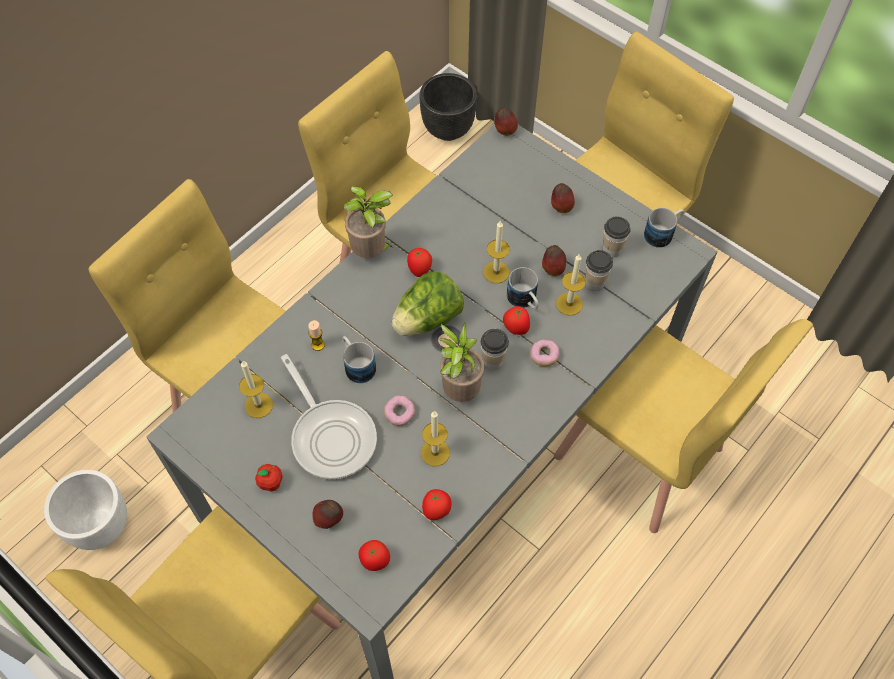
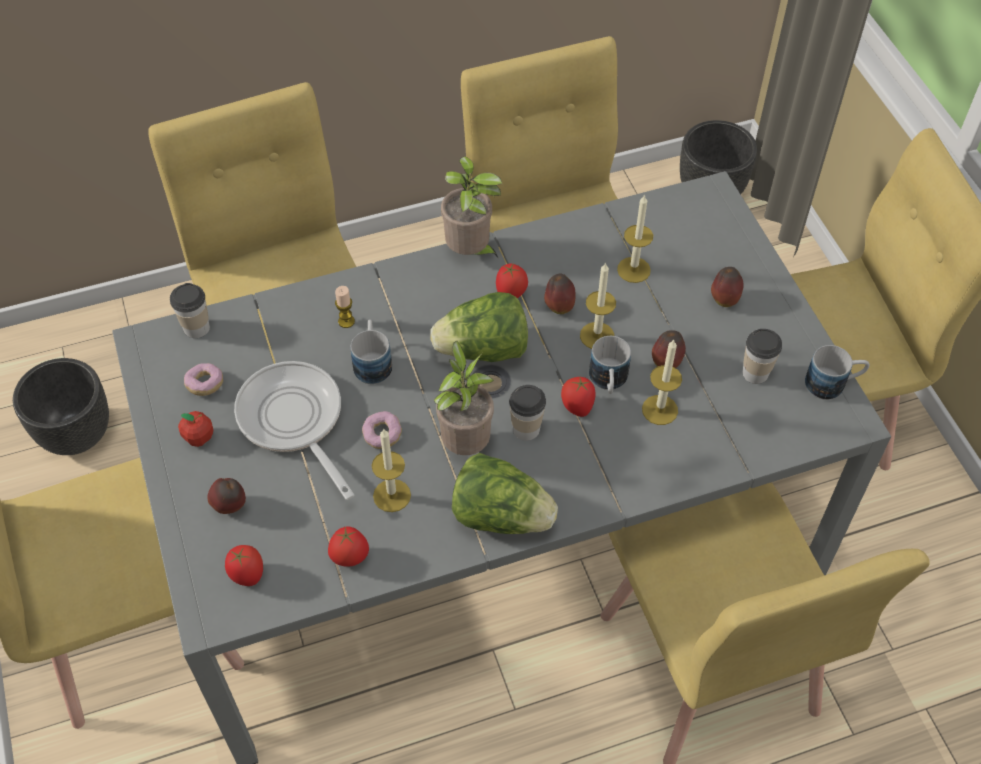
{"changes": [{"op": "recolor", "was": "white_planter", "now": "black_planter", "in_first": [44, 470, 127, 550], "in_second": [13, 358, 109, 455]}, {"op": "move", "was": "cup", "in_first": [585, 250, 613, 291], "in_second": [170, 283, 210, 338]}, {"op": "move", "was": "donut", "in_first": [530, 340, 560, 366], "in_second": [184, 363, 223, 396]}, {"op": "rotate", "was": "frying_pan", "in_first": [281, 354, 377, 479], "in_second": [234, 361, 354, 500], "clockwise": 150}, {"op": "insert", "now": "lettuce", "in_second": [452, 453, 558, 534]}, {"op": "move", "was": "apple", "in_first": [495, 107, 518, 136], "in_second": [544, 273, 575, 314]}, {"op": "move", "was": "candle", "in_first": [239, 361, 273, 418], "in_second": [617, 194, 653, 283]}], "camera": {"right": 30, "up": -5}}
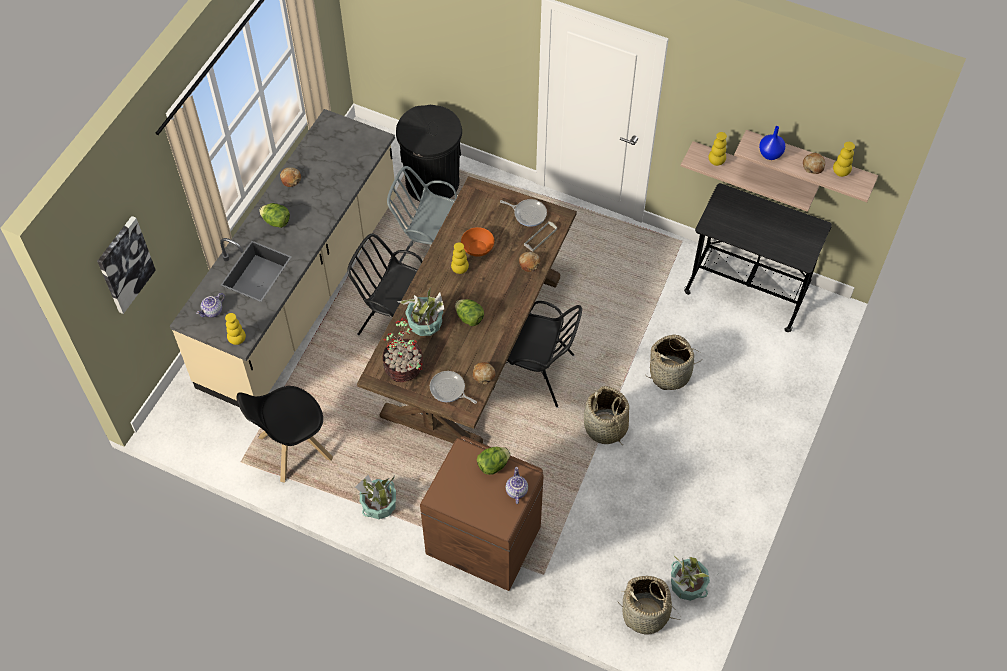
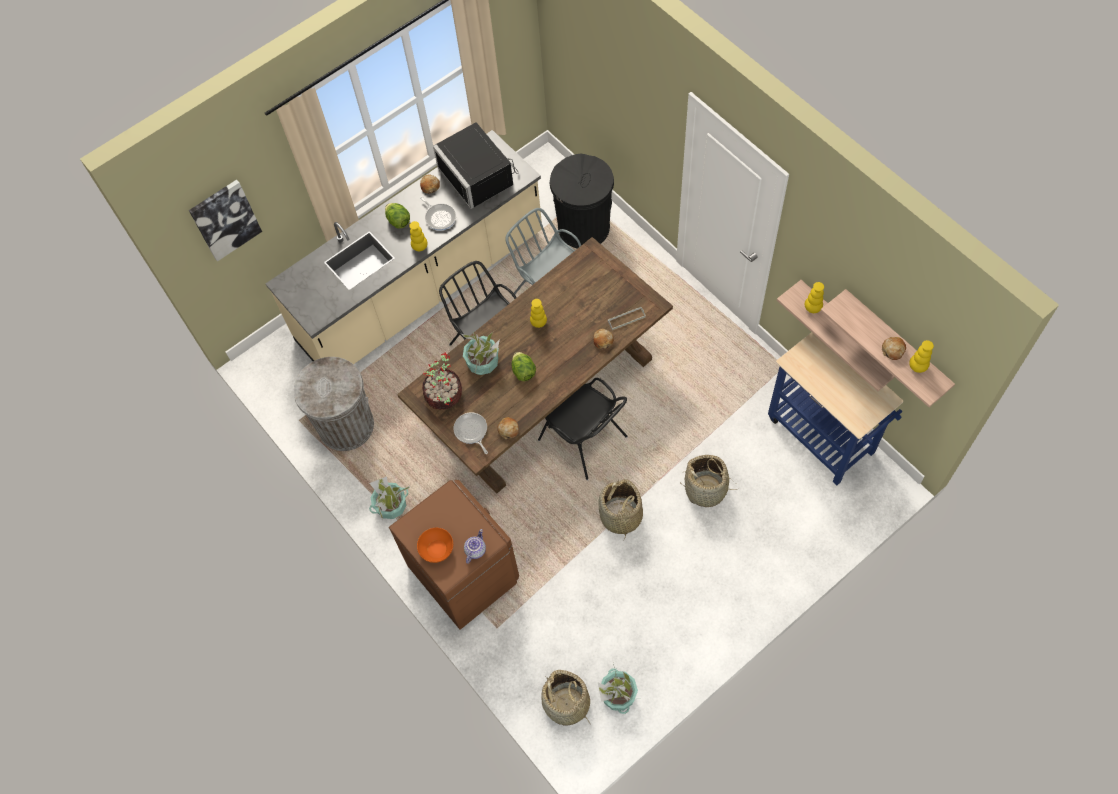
{"changes": [{"op": "replace", "was": "black_chair", "now": "grey_trash_can", "in_first": [237, 386, 333, 483], "in_second": [294, 357, 374, 451]}, {"op": "move", "was": "yellow_vase", "in_first": [225, 313, 246, 345], "in_second": [409, 221, 428, 251]}, {"op": "move", "was": "orange_bowl", "in_first": [461, 227, 494, 257], "in_second": [417, 528, 453, 563]}, {"op": "move", "was": "frying_pan", "in_first": [500, 199, 547, 227], "in_second": [420, 196, 456, 231]}, {"op": "insert", "now": "black_microwave", "in_second": [433, 122, 519, 209]}, {"op": "replace", "was": "black_desk", "now": "blue_cart", "in_first": [684, 183, 832, 332], "in_second": [768, 332, 903, 485]}, {"op": "delete", "was": "teapot", "in_first": [196, 293, 225, 318]}, {"op": "delete", "was": "lettuce", "in_first": [477, 447, 510, 475]}, {"op": "delete", "was": "blue_vase", "in_first": [759, 126, 785, 160]}], "camera": {"right": 30, "up": 5}}
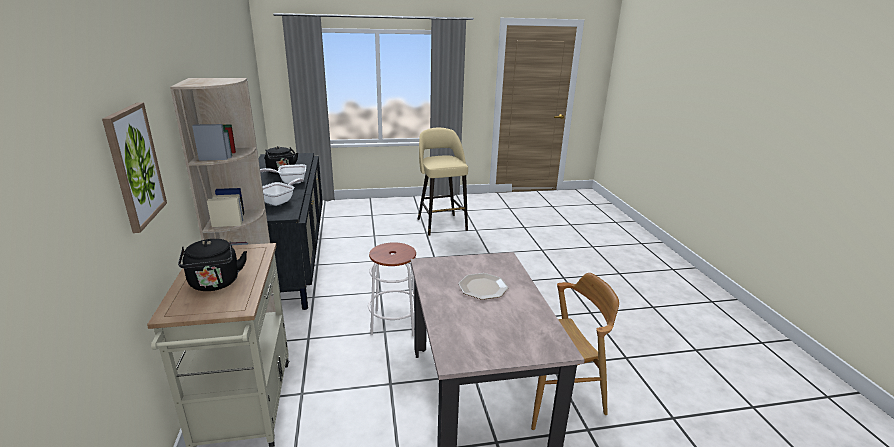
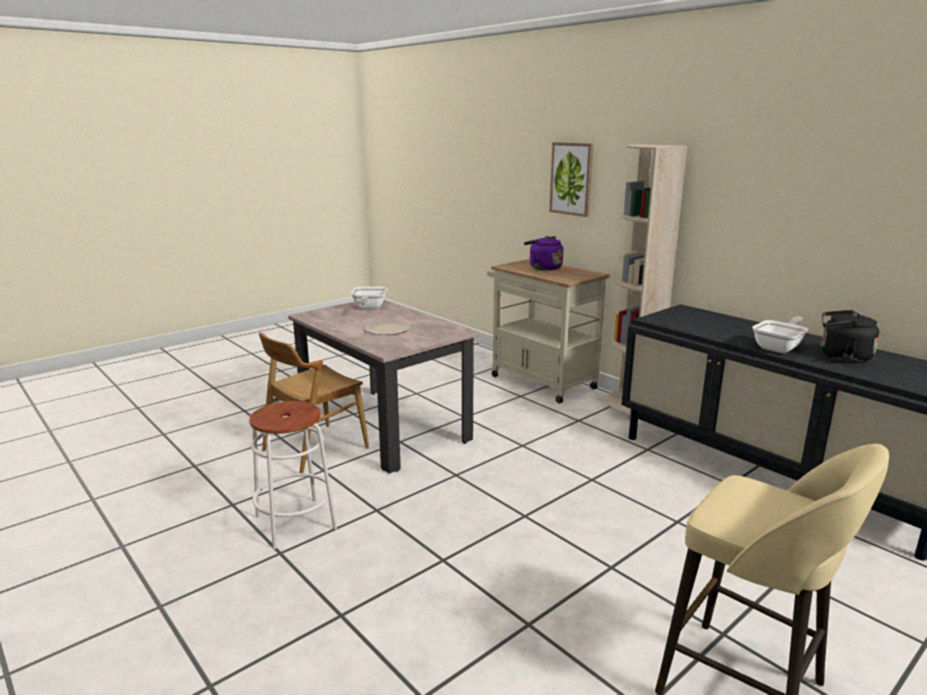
{"changes": [{"op": "move", "was": "white_stool", "in_first": [368, 242, 416, 336], "in_second": [249, 401, 337, 549]}, {"op": "move", "was": "frying_pan", "in_first": [262, 178, 304, 206], "in_second": [351, 287, 387, 309]}, {"op": "recolor", "was": "black_kettle", "now": "purple_kettle", "in_first": [178, 239, 247, 291], "in_second": [524, 236, 563, 271]}], "camera": {"right": 150, "up": -5}}
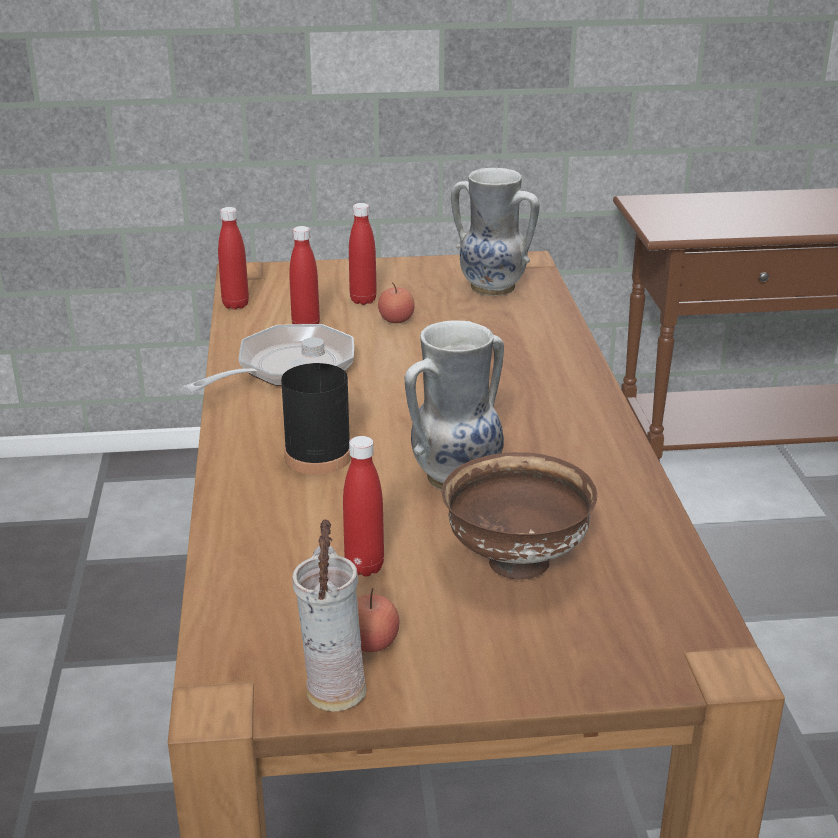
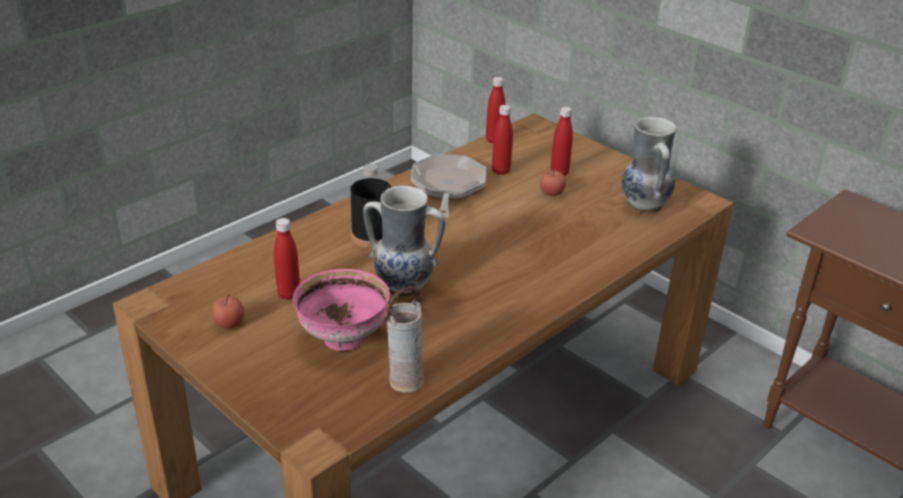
{"changes": [{"op": "recolor", "was": "brown_bowl", "now": "pink_bowl", "in_first": [442, 452, 597, 579], "in_second": [293, 269, 390, 351]}, {"op": "move", "was": "vase", "in_first": [292, 519, 366, 712], "in_second": [384, 285, 424, 392]}, {"op": "rotate", "was": "frying_pan", "in_first": [182, 324, 354, 393], "in_second": [411, 154, 486, 218], "clockwise": -90}], "camera": {"right": 50, "up": 5}}
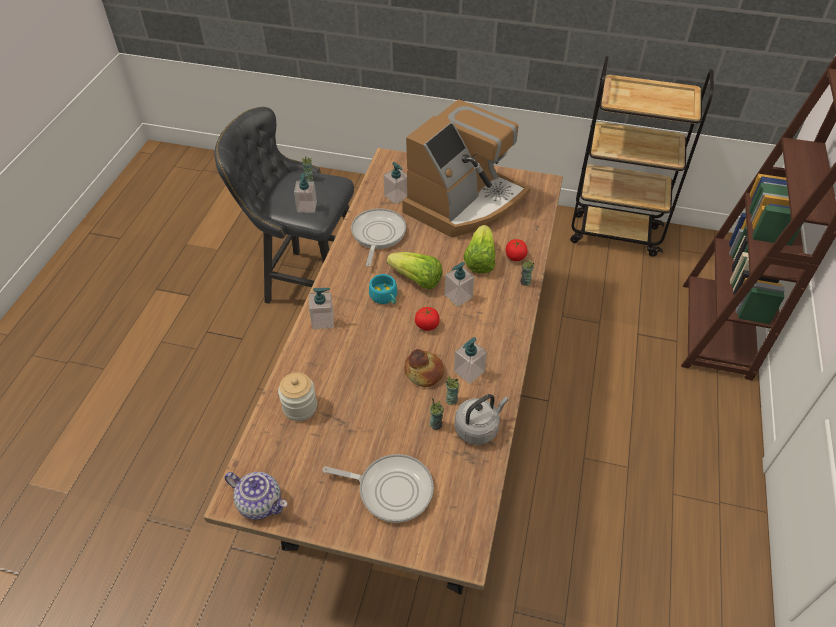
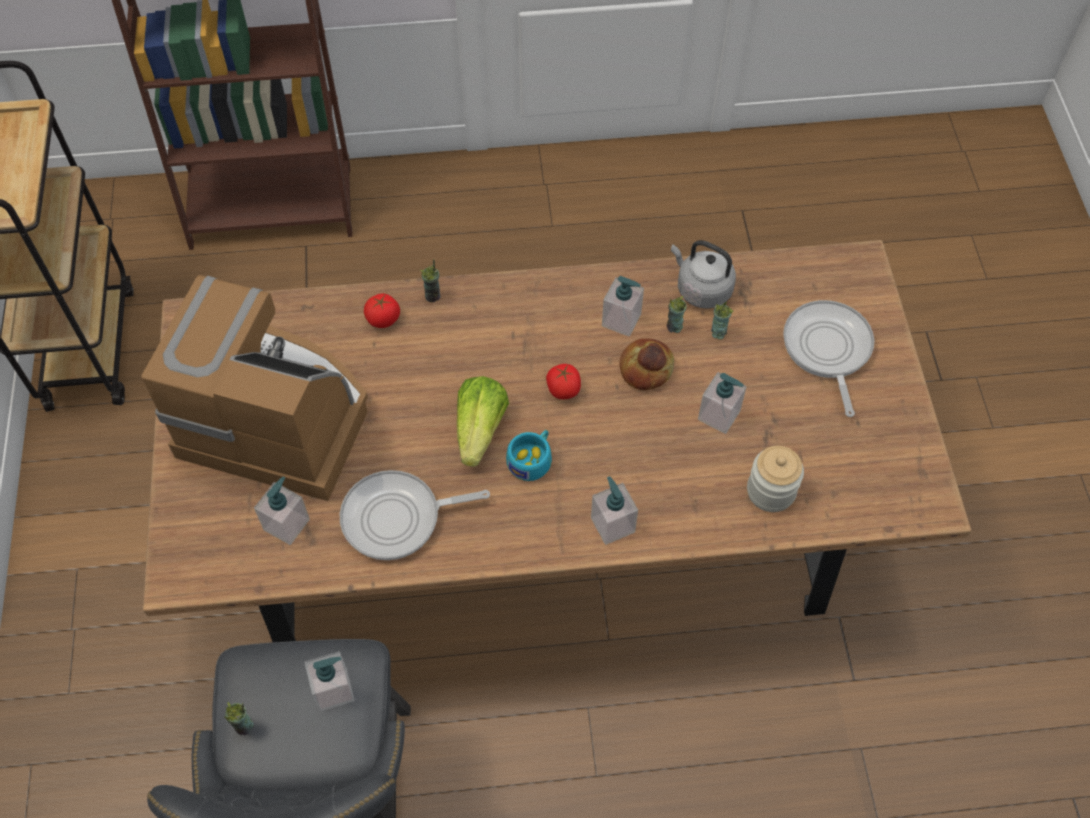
{"changes": [{"op": "move", "was": "soap_dispenser", "in_first": [445, 262, 474, 307], "in_second": [698, 372, 747, 434]}, {"op": "delete", "was": "teapot", "in_first": [224, 472, 287, 520]}, {"op": "delete", "was": "lettuce", "in_first": [463, 225, 495, 273]}], "camera": {"right": -110, "up": 10}}
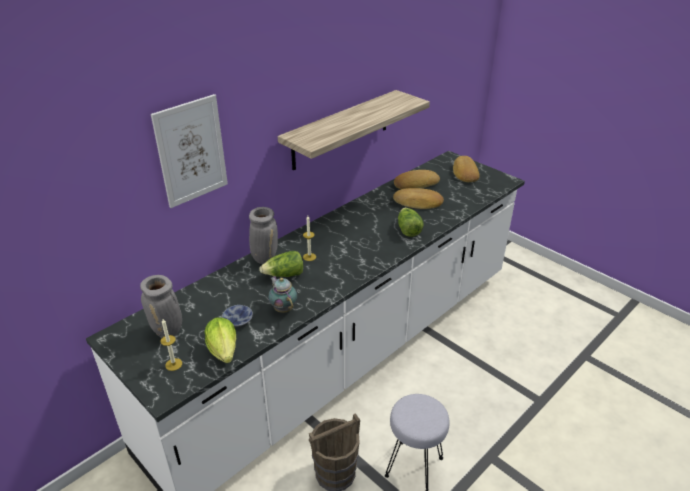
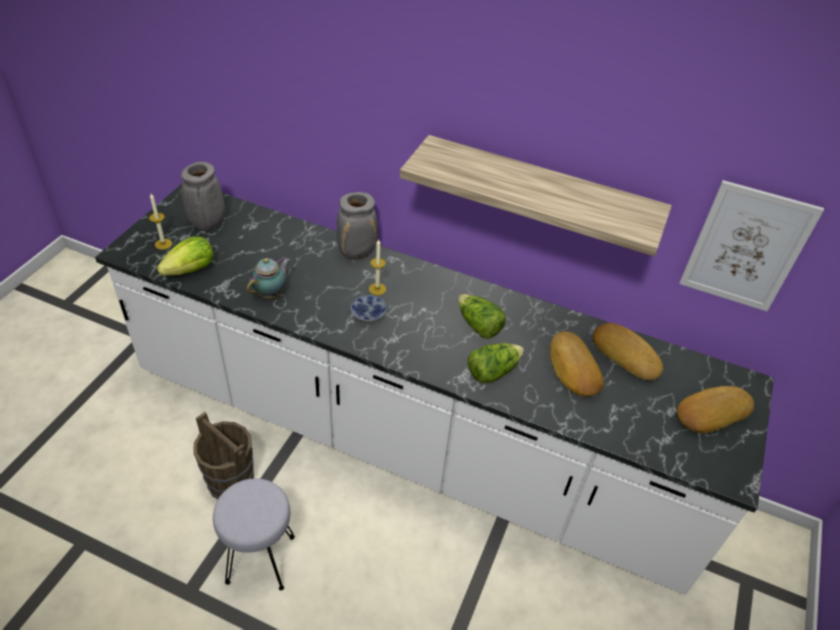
{"changes": [{"op": "move", "was": "bowl", "in_first": [222, 305, 253, 327], "in_second": [351, 295, 386, 322]}, {"op": "move", "was": "lettuce", "in_first": [259, 251, 303, 277], "in_second": [458, 294, 506, 339]}, {"op": "move", "was": "picture", "in_first": [151, 94, 228, 208], "in_second": [679, 180, 824, 311]}], "camera": {"right": 65, "up": 10}}
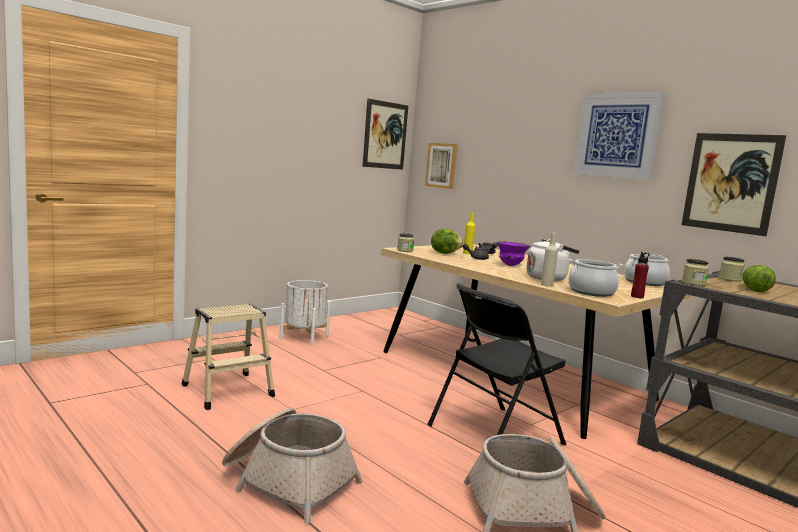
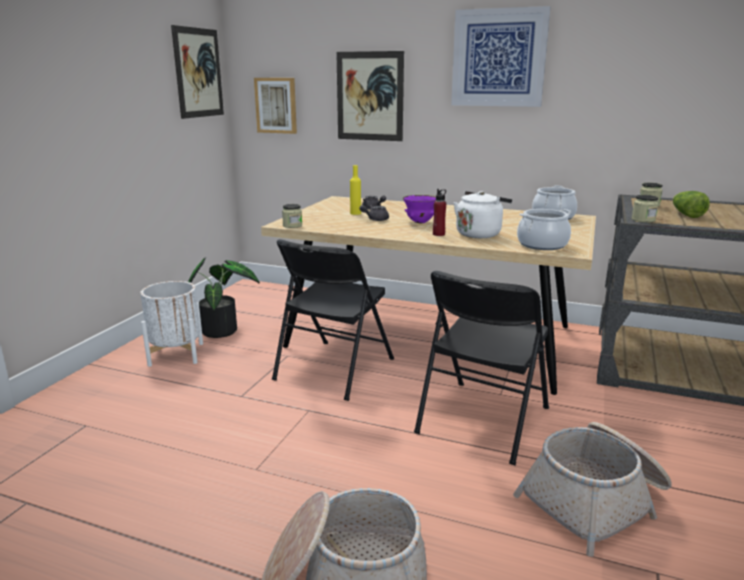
{"changes": [{"op": "insert", "now": "potted_plant", "in_second": [188, 257, 260, 338]}, {"op": "insert", "now": "black_chair", "in_second": [272, 239, 394, 401]}, {"op": "move", "was": "picture", "in_first": [681, 133, 786, 236], "in_second": [336, 51, 404, 141]}, {"op": "move", "was": "red_bottle", "in_first": [631, 252, 649, 298], "in_second": [433, 189, 446, 236]}, {"op": "delete", "was": "beige_step_ladder", "in_first": [182, 304, 275, 410]}, {"op": "delete", "was": "lettuce", "in_first": [431, 229, 464, 254]}, {"op": "delete", "was": "beige_bottle", "in_first": [541, 233, 558, 287]}], "camera": {"right": -25, "up": 10}}
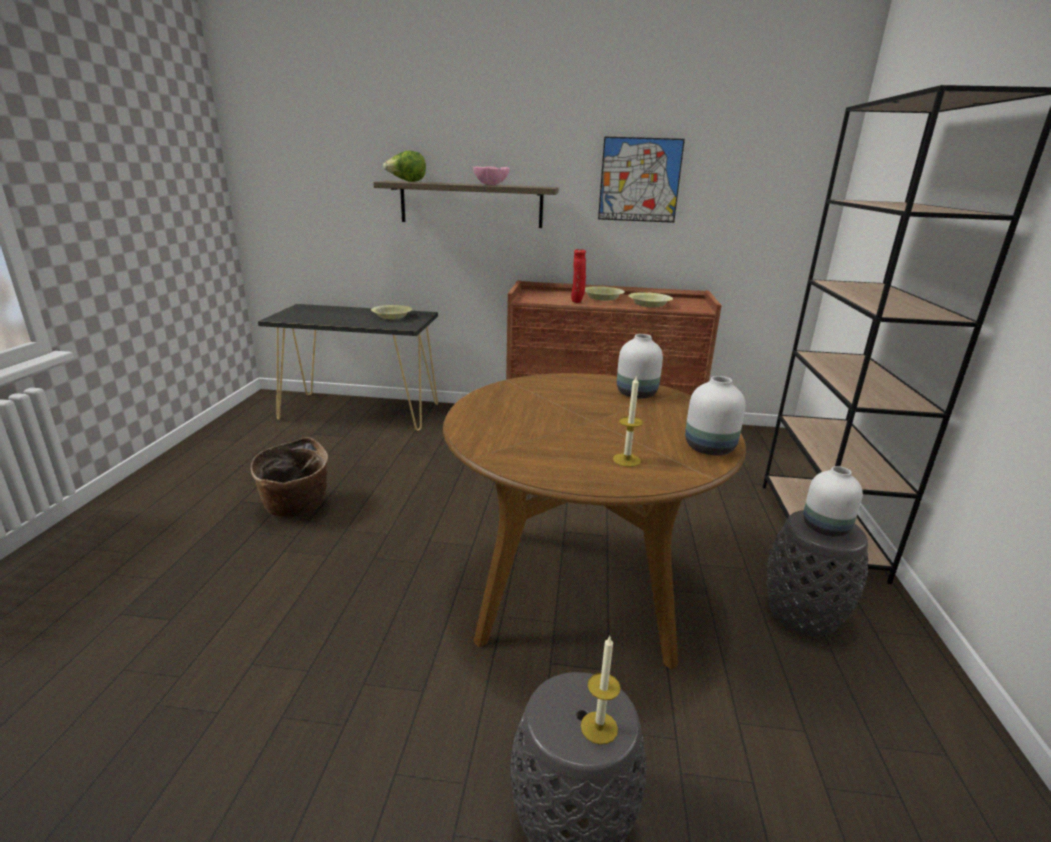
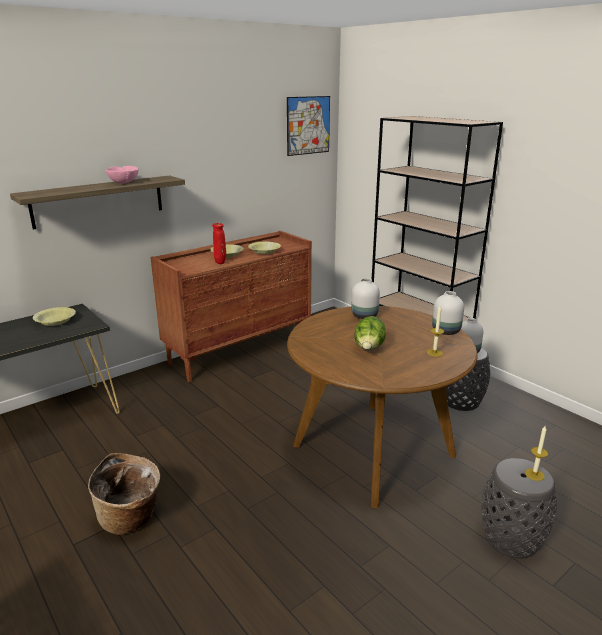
{"changes": [{"op": "move", "was": "picture", "in_first": [598, 137, 685, 223], "in_second": [287, 96, 330, 156]}, {"op": "move", "was": "lettuce", "in_first": [383, 151, 426, 182], "in_second": [354, 316, 386, 350]}], "camera": {"right": -45, "up": 0}}
